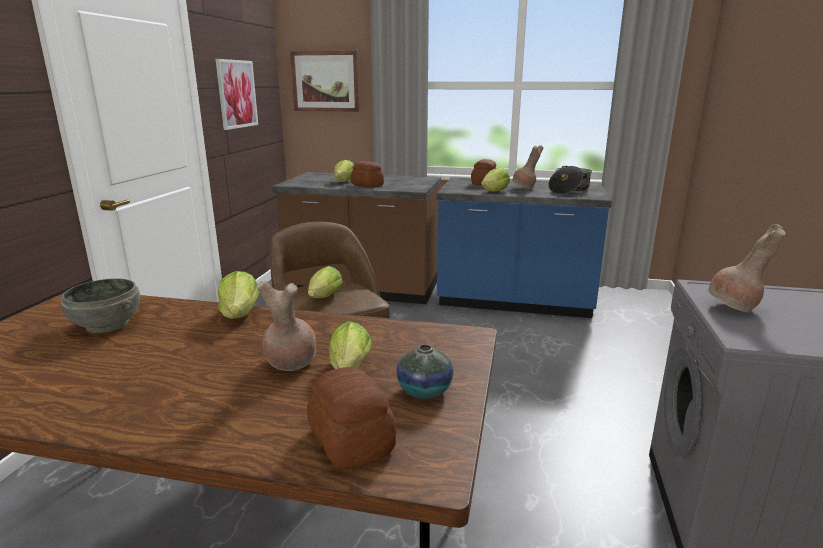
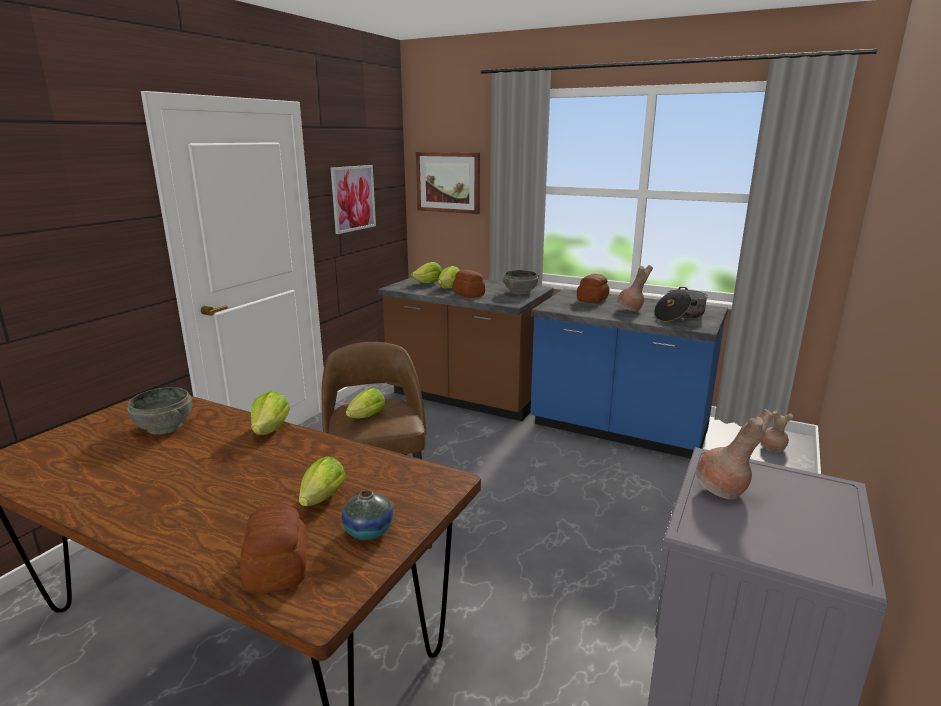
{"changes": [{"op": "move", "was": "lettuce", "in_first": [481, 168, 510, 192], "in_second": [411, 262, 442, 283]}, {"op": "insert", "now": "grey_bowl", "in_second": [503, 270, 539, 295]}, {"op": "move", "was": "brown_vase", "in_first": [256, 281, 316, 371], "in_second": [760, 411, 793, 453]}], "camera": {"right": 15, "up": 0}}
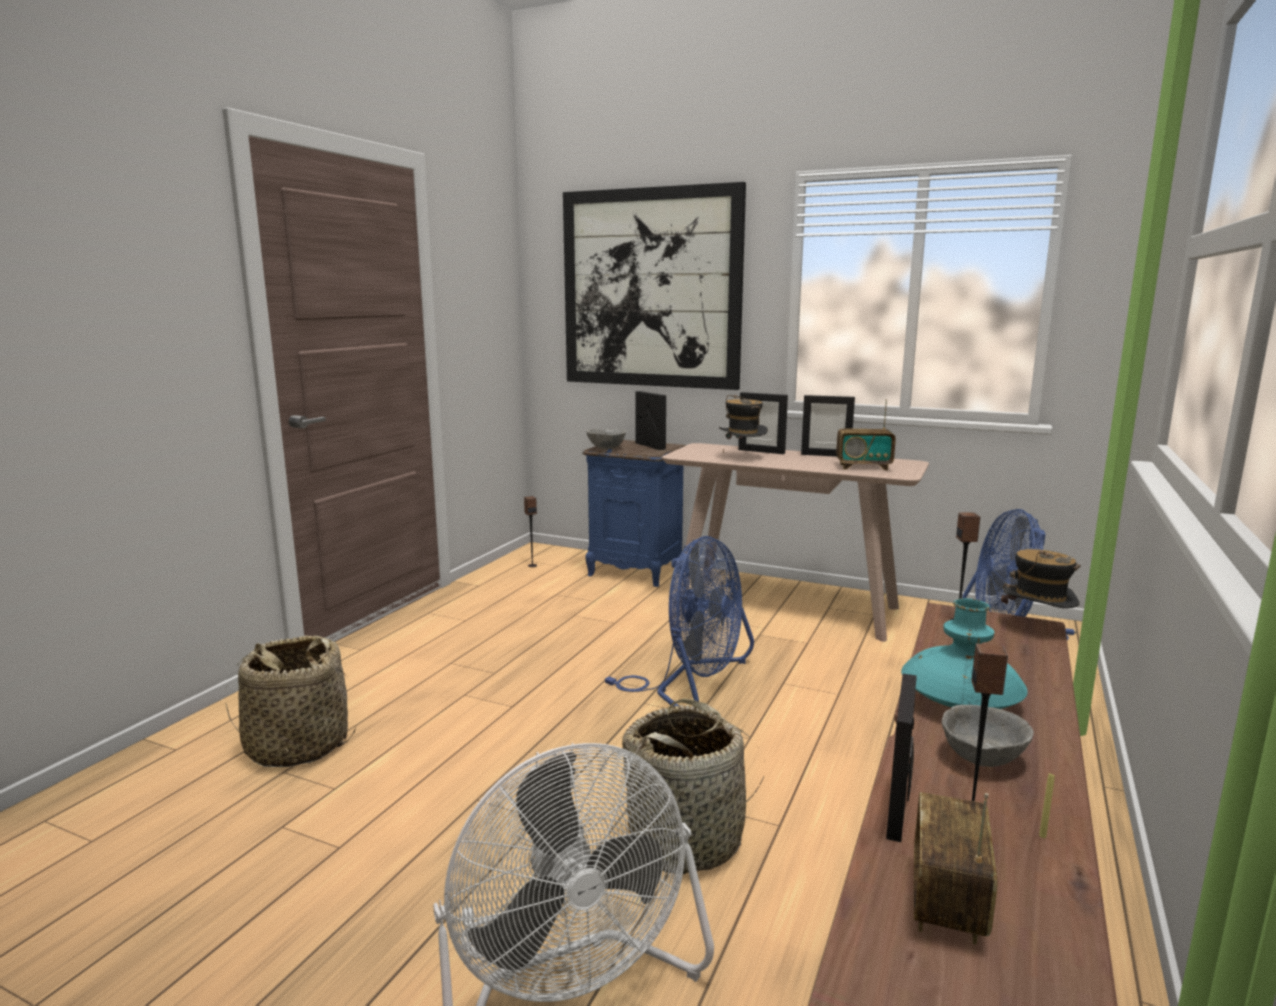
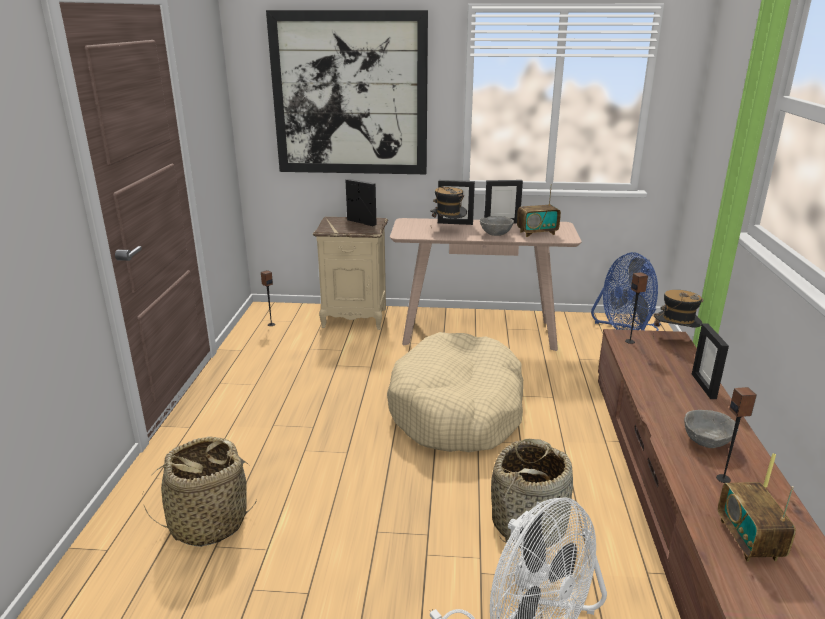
{"changes": [{"op": "recolor", "was": "blue_nightstand", "now": "beige_nightstand", "in_first": [582, 440, 686, 587], "in_second": [313, 217, 388, 330]}, {"op": "replace", "was": "blue_fan", "now": "beige_dog_bed", "in_first": [604, 536, 754, 707], "in_second": [387, 332, 523, 452]}, {"op": "move", "was": "grey_bowl", "in_first": [586, 428, 626, 449], "in_second": [480, 216, 514, 236]}, {"op": "move", "was": "picture_frame", "in_first": [886, 674, 917, 842], "in_second": [692, 324, 729, 399]}, {"op": "delete", "was": "turquoise_vase", "in_first": [901, 598, 1028, 709]}], "camera": {"right": -20, "up": 10}}
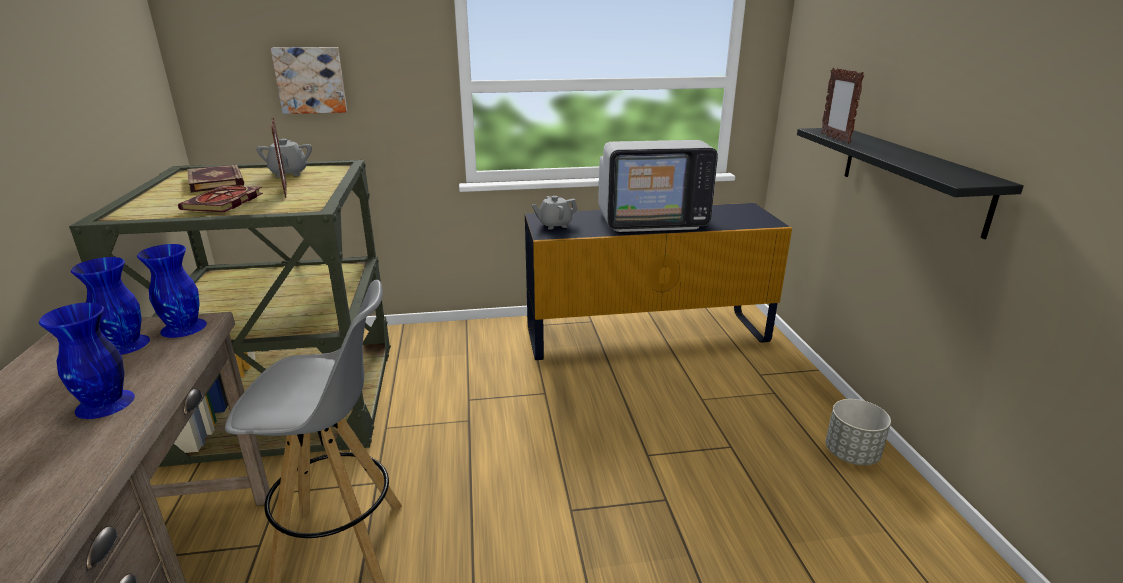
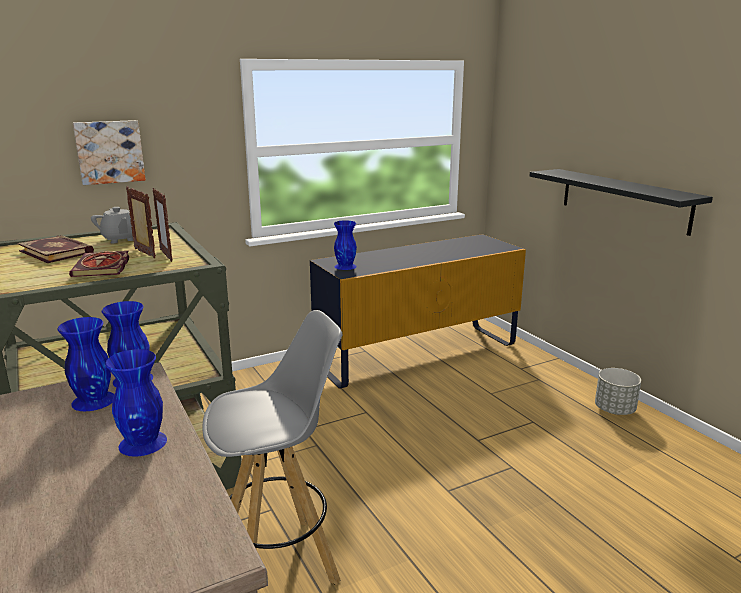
{"changes": [{"op": "move", "was": "picture_frame", "in_first": [821, 68, 864, 144], "in_second": [153, 188, 173, 262]}, {"op": "replace", "was": "grey_teapot", "now": "blue_vase", "in_first": [532, 196, 578, 230], "in_second": [334, 220, 357, 270]}, {"op": "delete", "was": "television", "in_first": [598, 140, 718, 232]}], "camera": {"right": -20, "up": -5}}
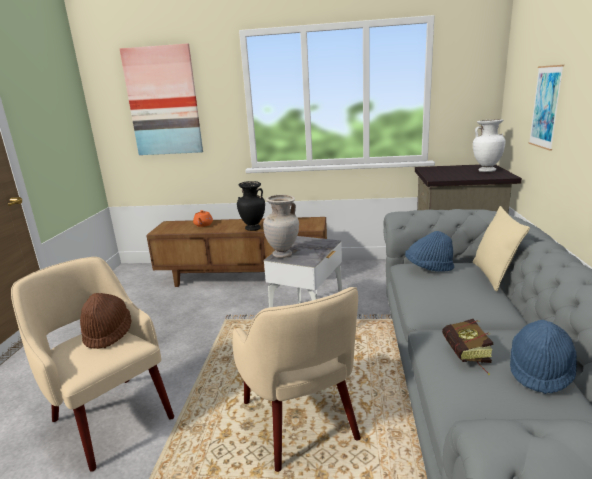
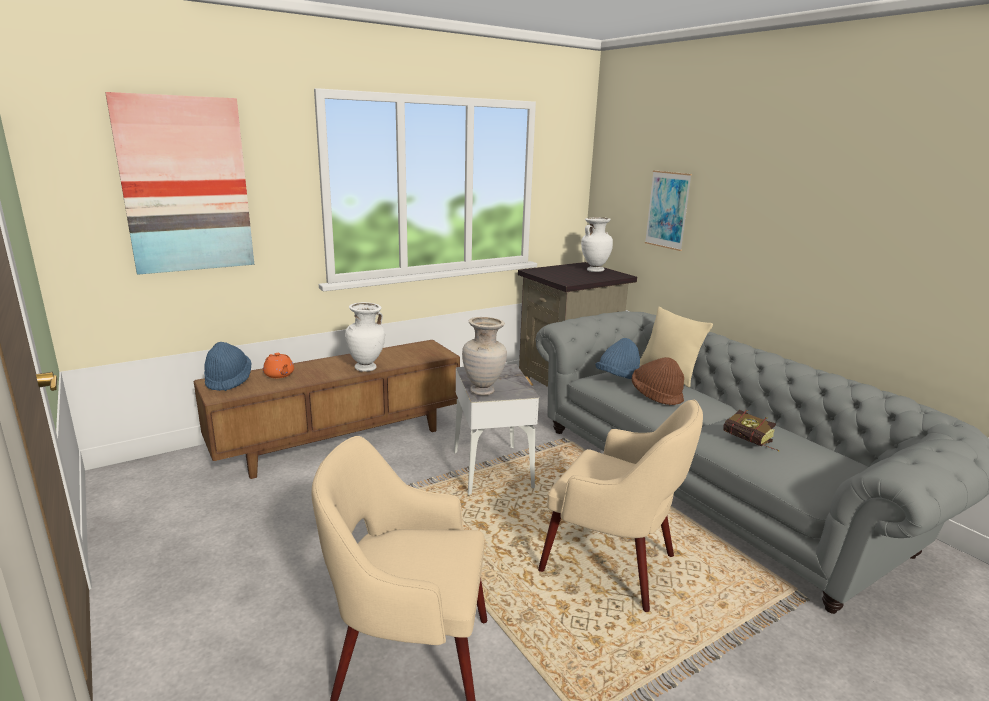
{"changes": [{"op": "move", "was": "blue_hat", "in_first": [510, 320, 577, 394], "in_second": [204, 342, 252, 391]}, {"op": "recolor", "was": "black_vase", "now": "white_vase", "in_first": [237, 181, 265, 231], "in_second": [345, 302, 385, 372]}, {"op": "move", "was": "brown_hat", "in_first": [80, 293, 131, 349], "in_second": [632, 357, 684, 405]}], "camera": {"right": -40, "up": 0}}
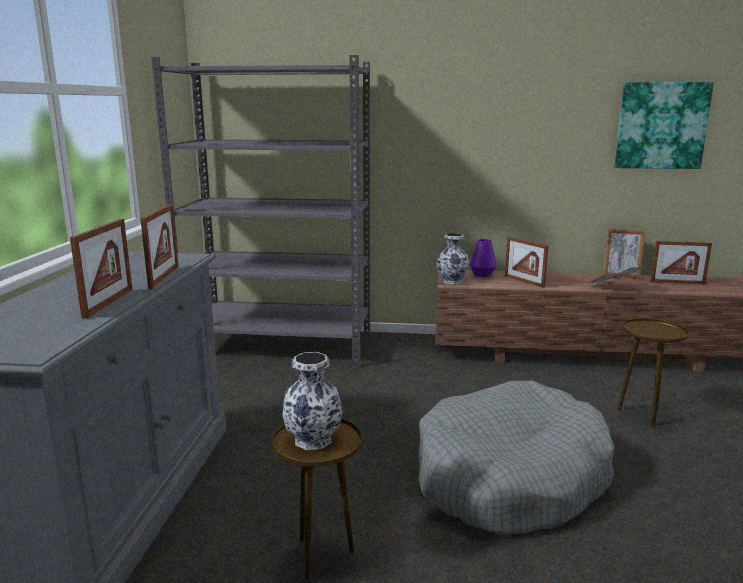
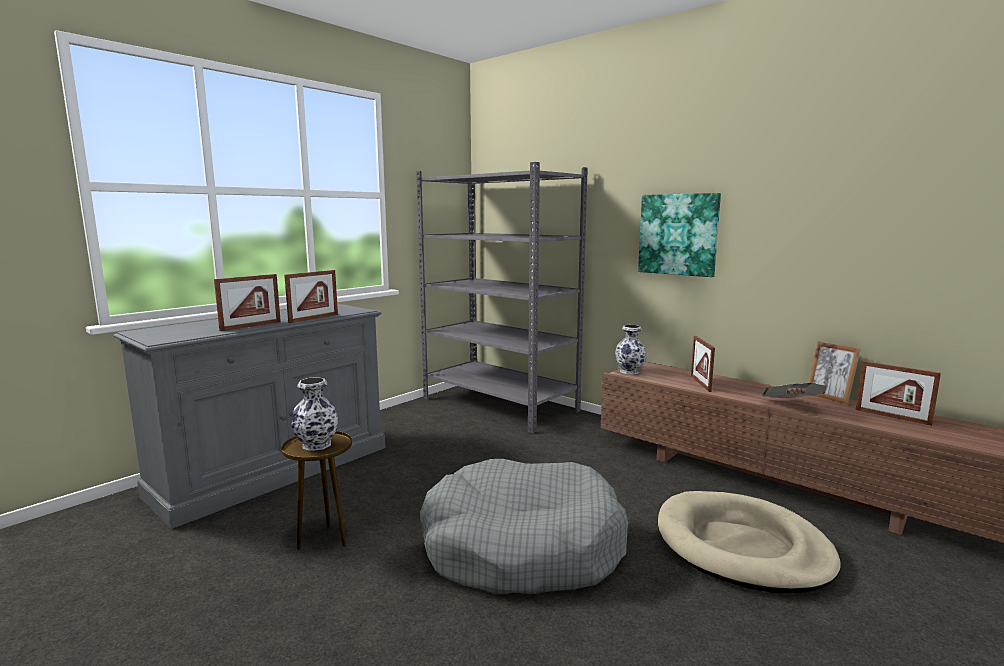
{"changes": [{"op": "move", "was": "picture", "in_first": [614, 82, 714, 169], "in_second": [638, 193, 721, 277]}, {"op": "replace", "was": "brown_side_table", "now": "beige_dog_bed", "in_first": [618, 318, 689, 426], "in_second": [658, 491, 841, 593]}, {"op": "delete", "was": "purple_vase", "in_first": [470, 239, 497, 277]}], "camera": {"right": 35, "up": -5}}
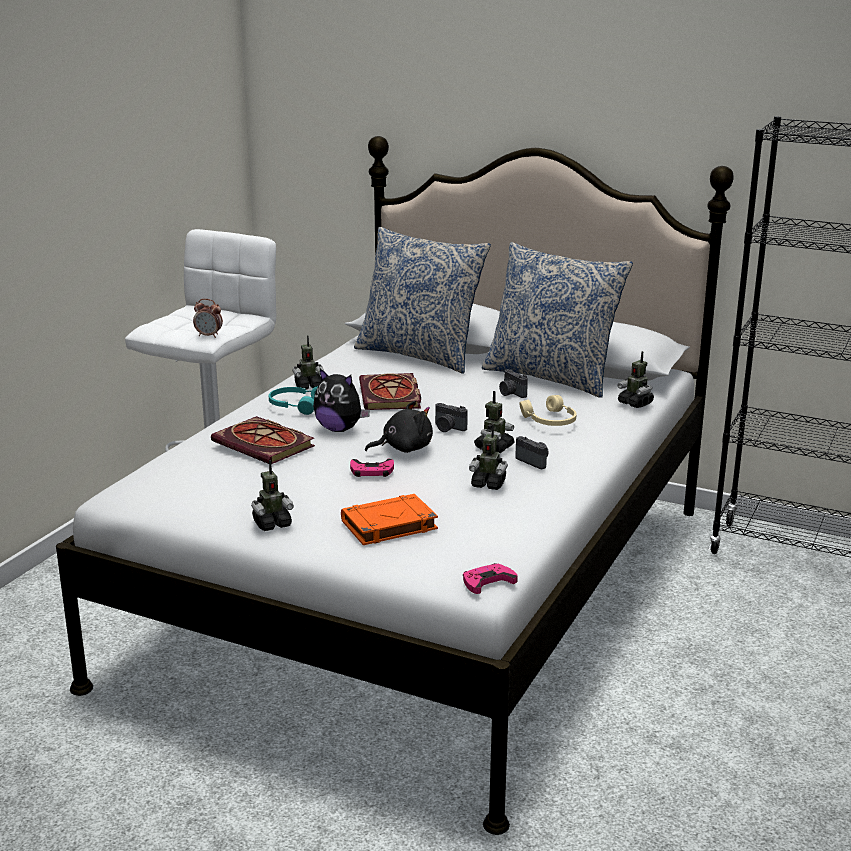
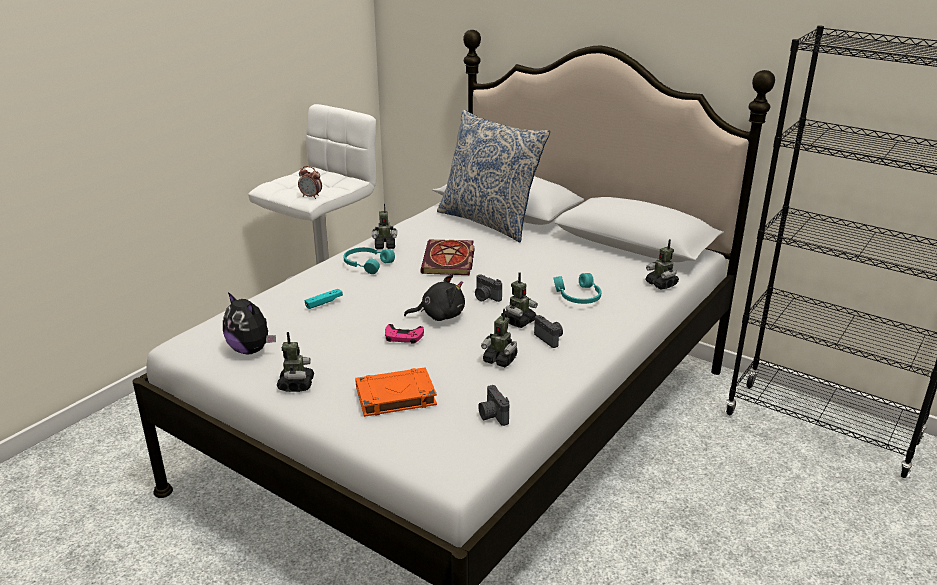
{"changes": [{"op": "move", "was": "plush_toy", "in_first": [313, 369, 370, 432], "in_second": [223, 292, 276, 354]}, {"op": "rotate", "was": "toy_robot", "in_first": [251, 460, 294, 531], "in_second": [277, 332, 314, 392], "clockwise": -75}, {"op": "replace", "was": "book", "now": "turquoise_game_controller", "in_first": [211, 416, 315, 464], "in_second": [305, 289, 343, 309]}, {"op": "move", "was": "photo_camera", "in_first": [499, 369, 528, 398], "in_second": [478, 385, 509, 426]}, {"op": "recolor", "was": "beige_headphones", "now": "turquoise_headphones", "in_first": [519, 395, 576, 426], "in_second": [553, 273, 601, 304]}, {"op": "delete", "was": "pink_game_controller", "in_first": [463, 563, 518, 594]}, {"op": "delete", "was": "pillow", "in_first": [482, 242, 633, 398]}], "camera": {"right": 10, "up": 5}}
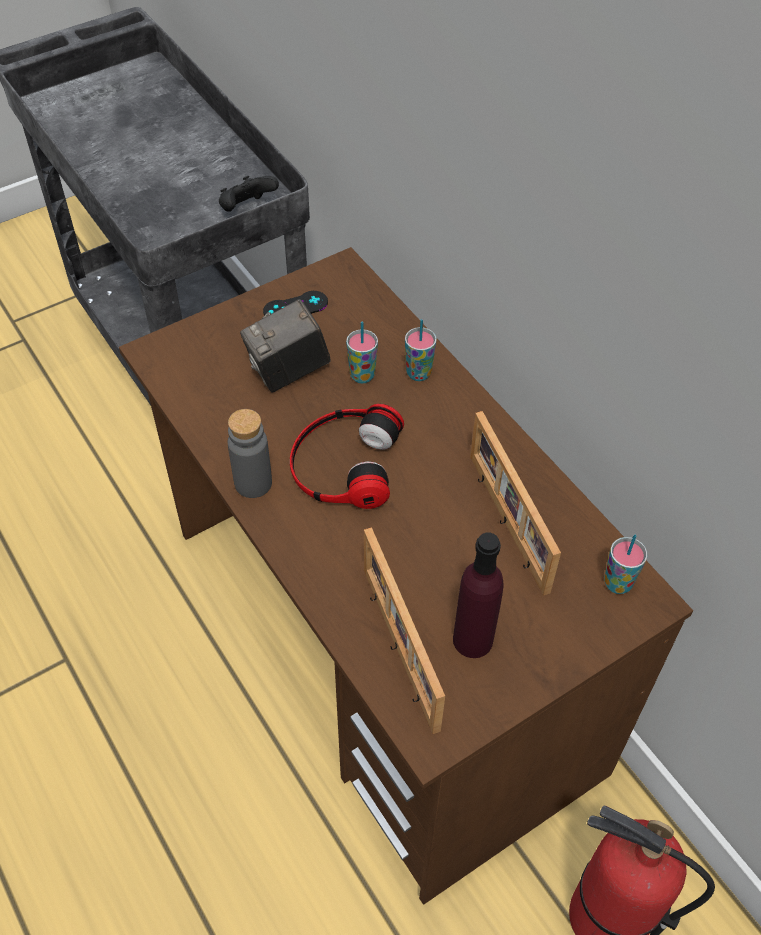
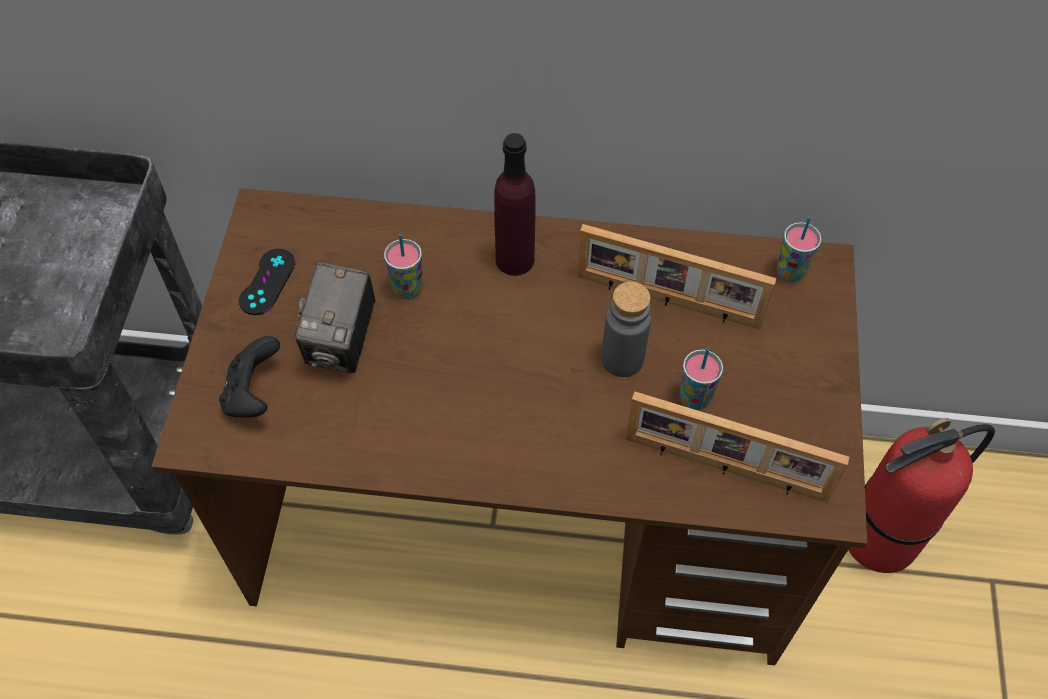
{"changes": [{"op": "move", "was": "black_game_controller", "in_first": [219, 176, 279, 212], "in_second": [219, 336, 280, 418]}, {"op": "move", "was": "purple_bottle", "in_first": [453, 532, 503, 658], "in_second": [494, 133, 536, 276]}, {"op": "move", "was": "grey_bottle", "in_first": [228, 409, 272, 498], "in_second": [601, 281, 651, 377]}, {"op": "move", "was": "cup", "in_first": [405, 319, 437, 381], "in_second": [679, 348, 723, 410]}, {"op": "delete", "was": "headphones", "in_first": [290, 404, 404, 509]}], "camera": {"right": -50, "up": 5}}
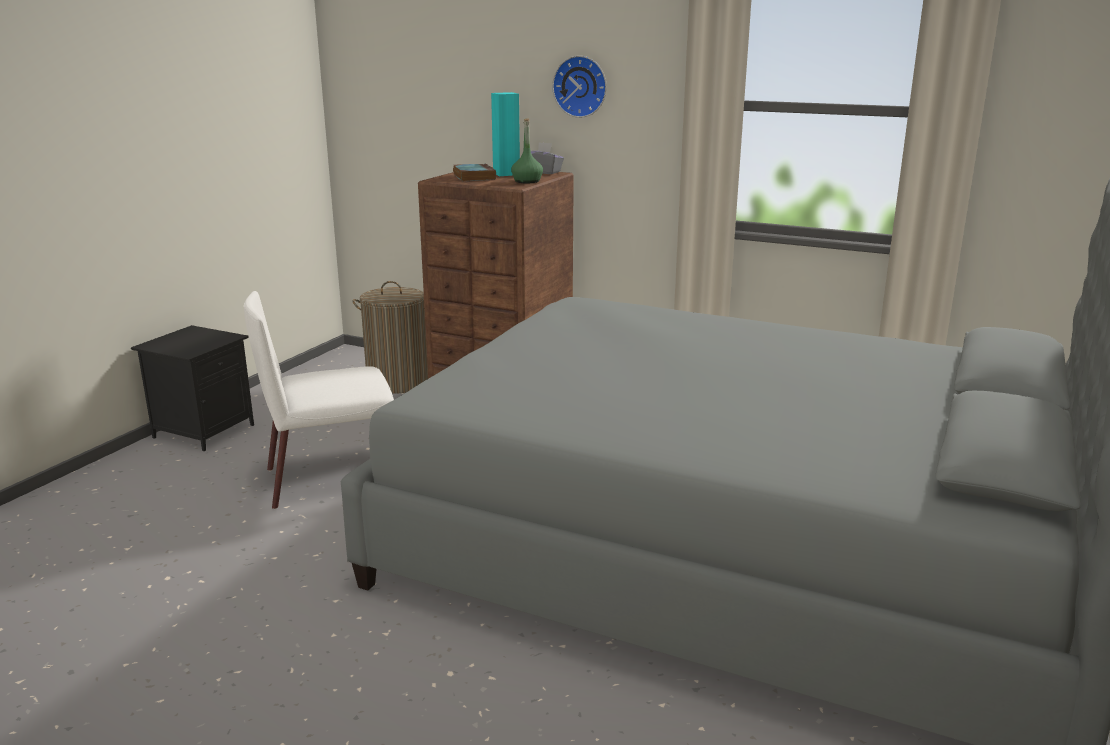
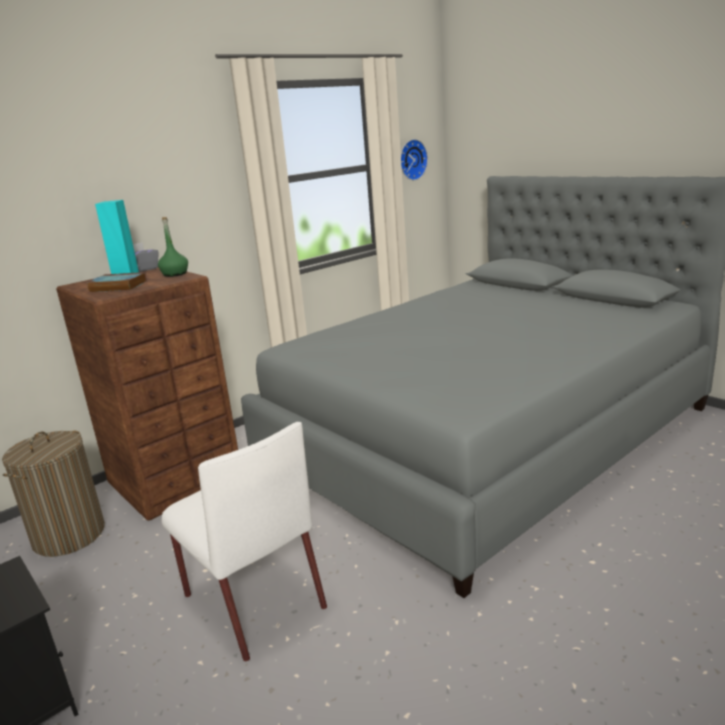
{"changes": [{"op": "rotate", "was": "white_chair", "in_first": [244, 291, 394, 509], "in_second": [162, 422, 327, 662], "clockwise": -45}, {"op": "move", "was": "wall_clock", "in_first": [552, 56, 607, 118], "in_second": [401, 139, 428, 180]}], "camera": {"right": -65, "up": 0}}
